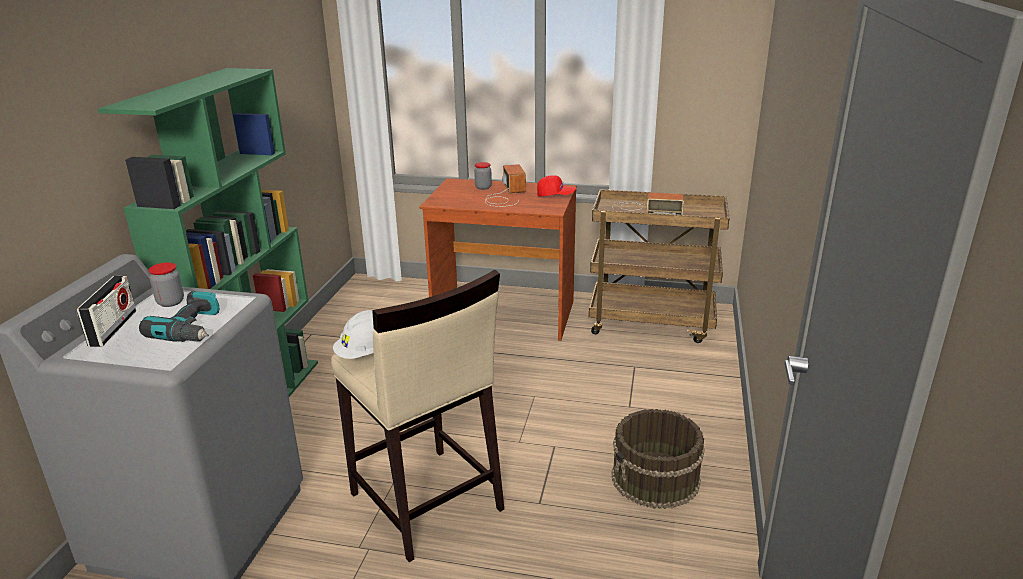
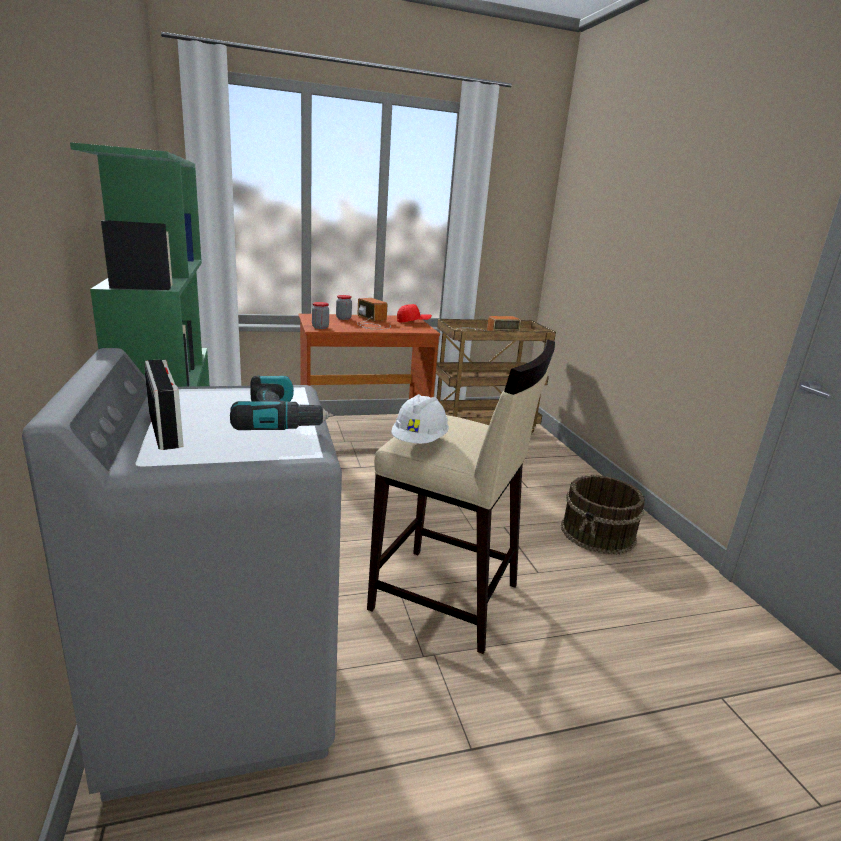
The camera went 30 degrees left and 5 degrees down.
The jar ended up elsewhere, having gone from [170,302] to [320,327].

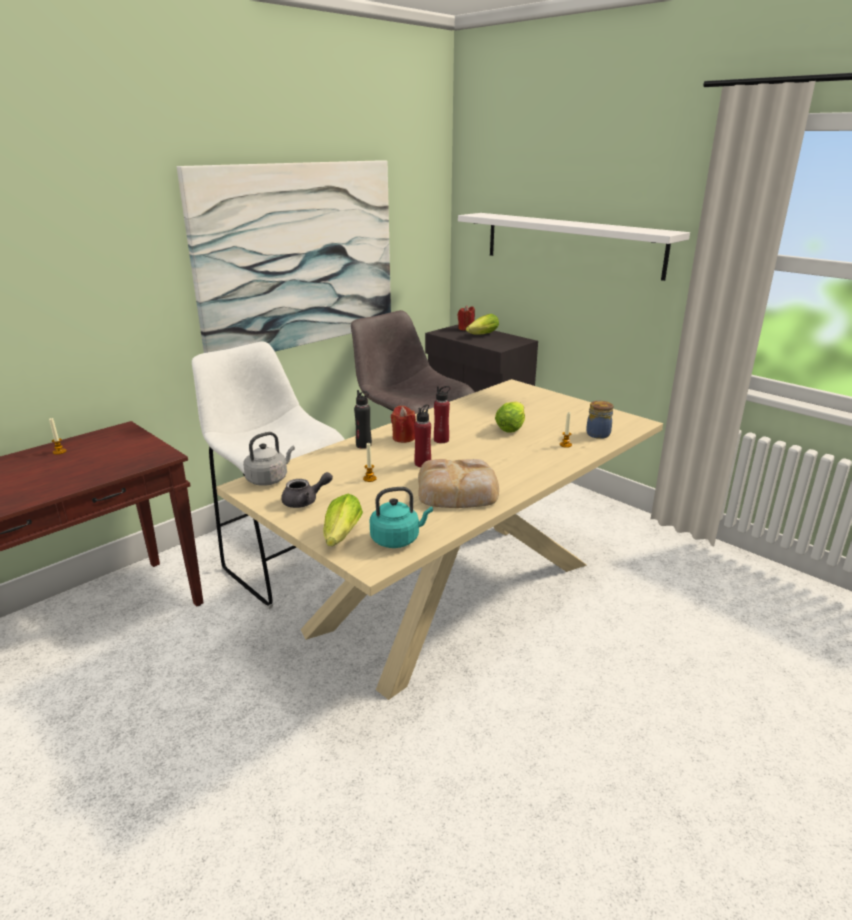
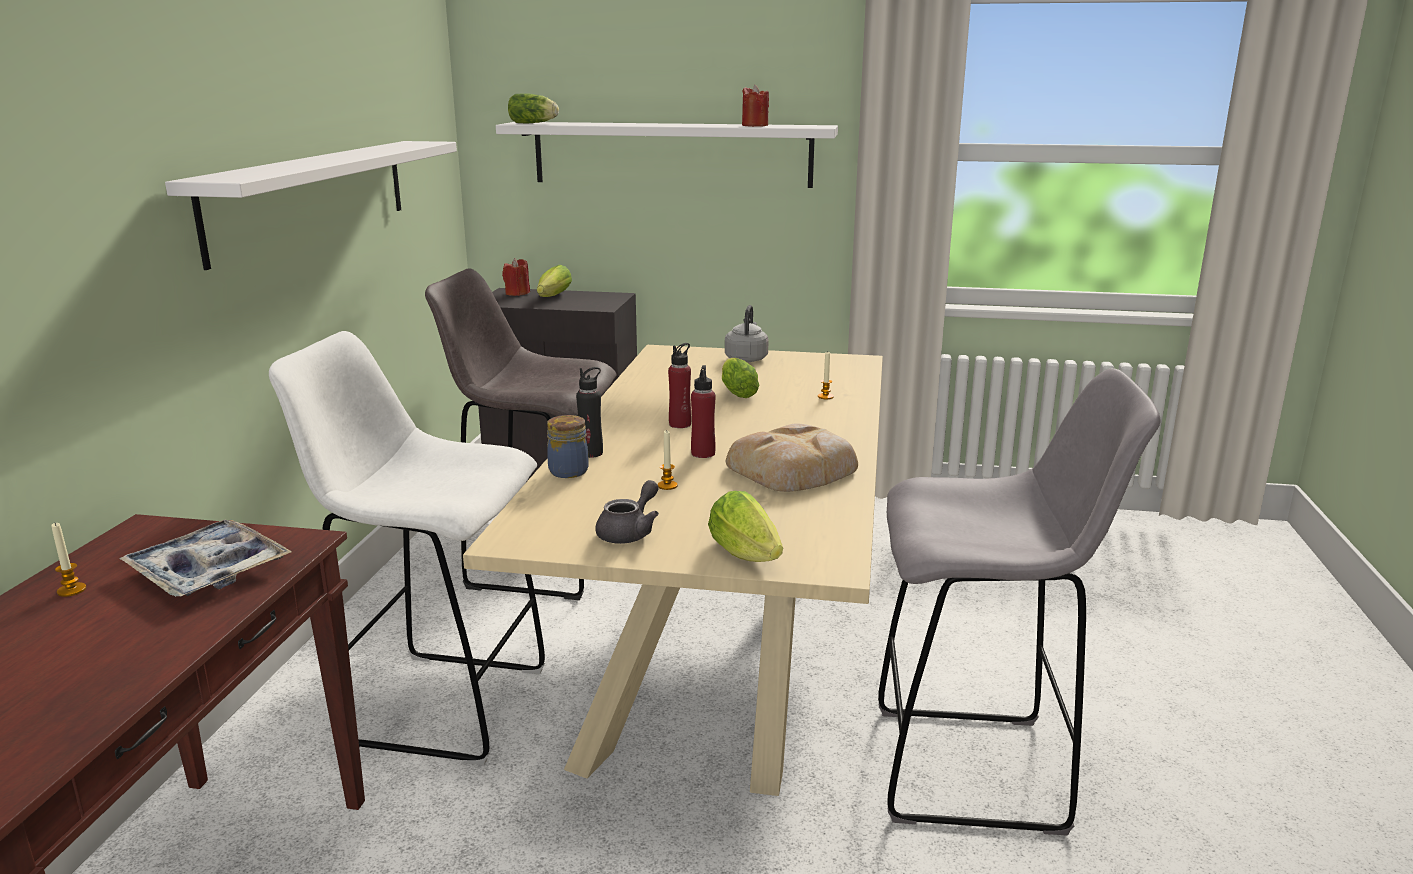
The camera went 35 degrees left and 5 degrees down.
The second view gained the tray at [209,571].
Where the picture hung at [299,257], the shelf/white came to hang at [312,196].
The second view gained the lettuce at [534,123].
The jar ended up elsewhere, having gone from [597,434] to [567,471].
The kettle/grey ended up elsewhere, having gone from [269,479] to [746,358].
The candle/red ended up elsewhere, having gone from [403,438] to [755,125].
The second view gained the stool/grey at [975,769].
The second view lost the kettle/turquoise at [397,539].

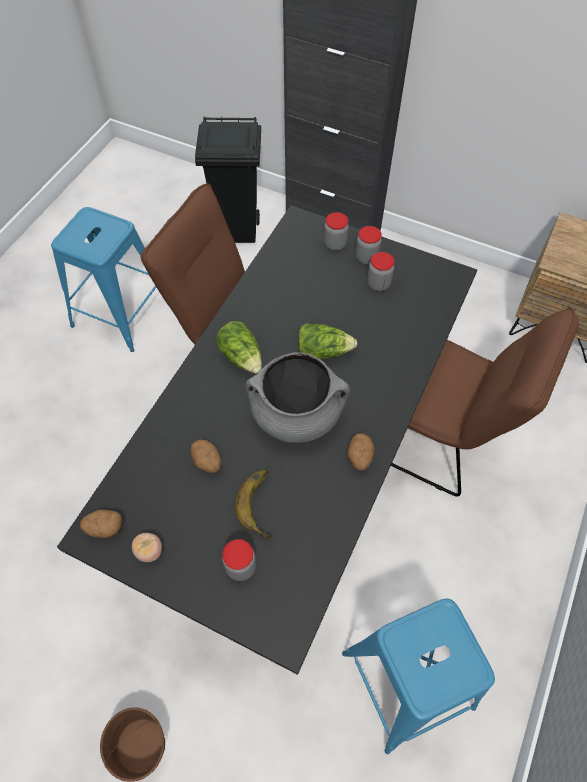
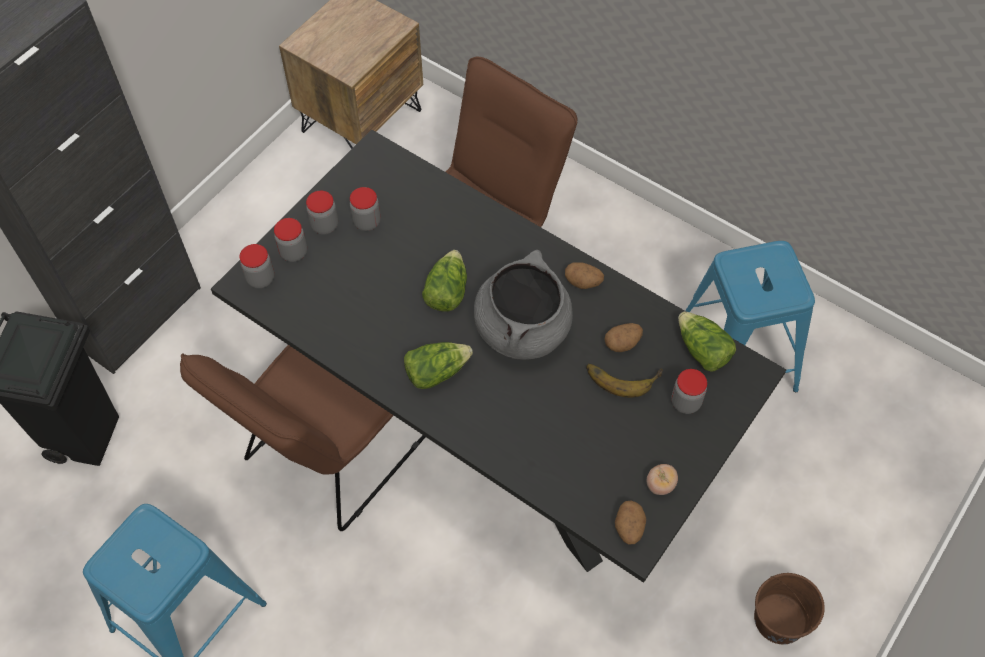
The camera went 80 degrees left and 0 degrees up.
The second view gained the jar at [260,278].
The potato ended up elsewhere, having gone from [207,462] to [622,343].
The second view gained the lettuce at [702,350].

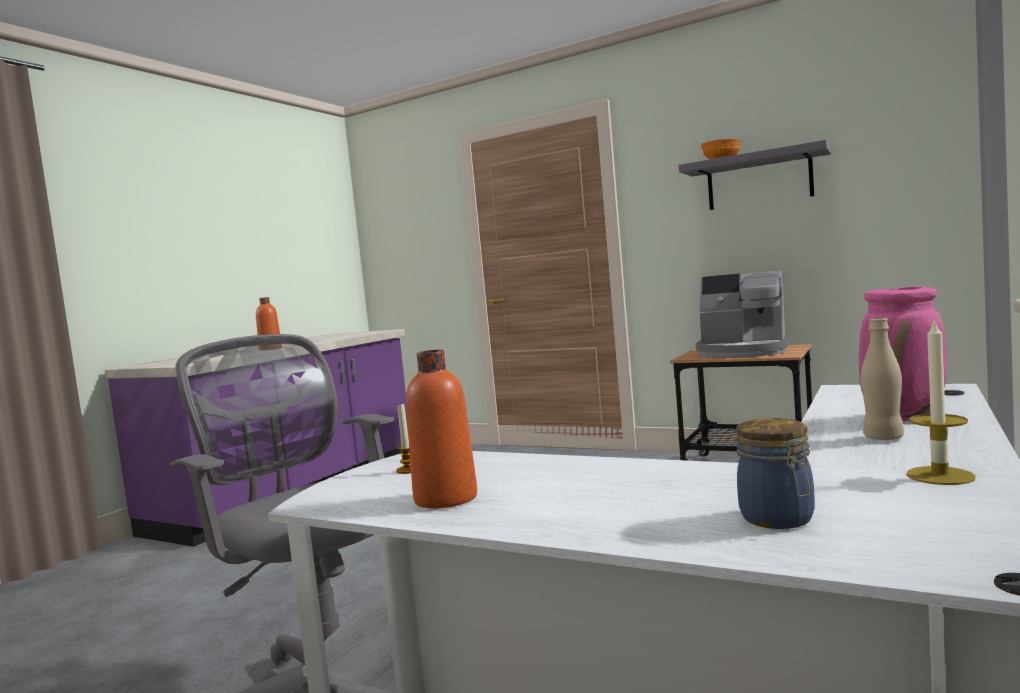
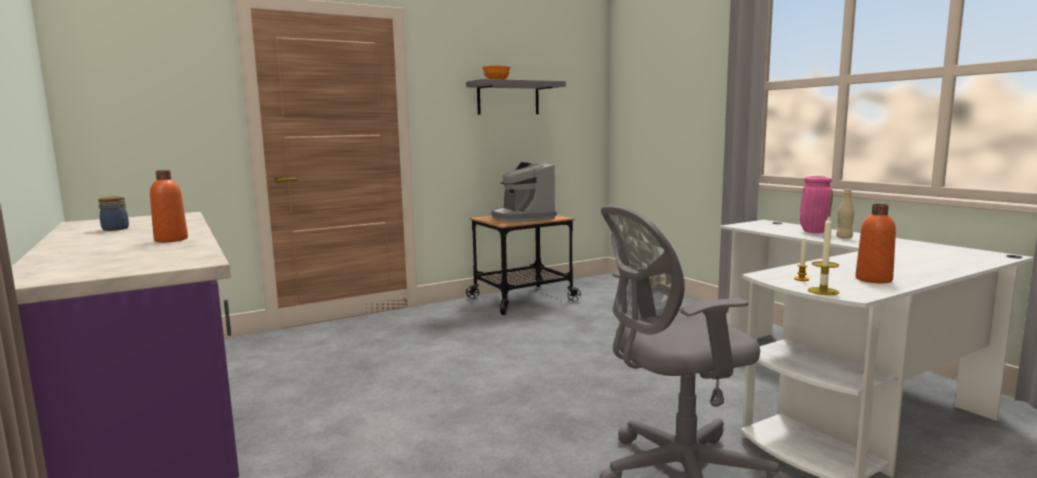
The camera went 60 degrees left and 5 degrees up.
The jar ended up elsewhere, having gone from [779,519] to [116,229].
The coffee machine at [743,351] ended up facing another way, 105 degrees clockwise from before.
The candle ended up elsewhere, having gone from [940,476] to [823,291].

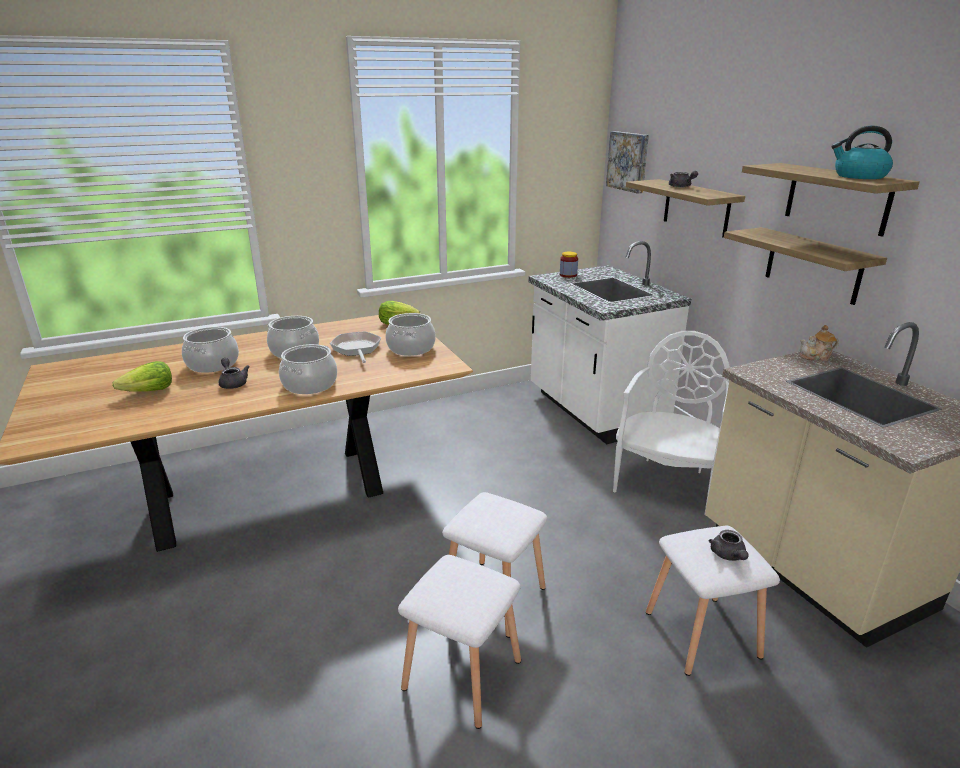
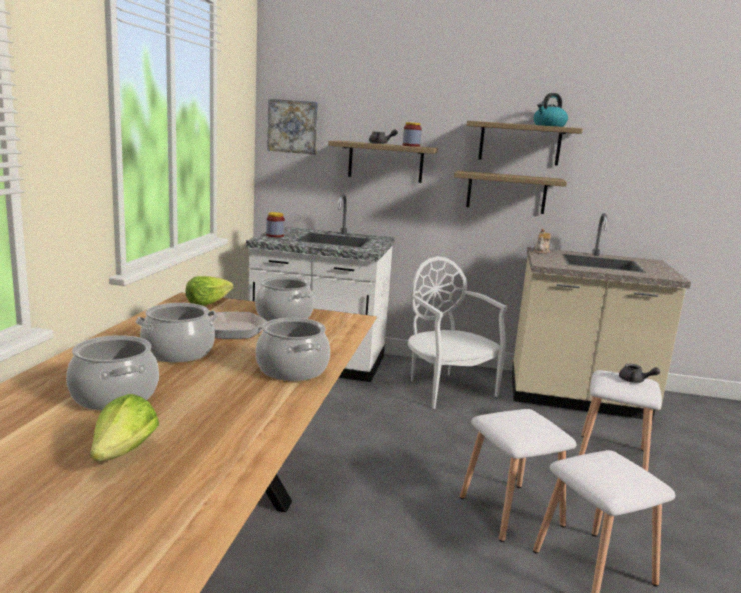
The camera went 55 degrees left and 10 degrees down.
The second view gained the jar at [411,146].
The second view lost the teapot/grey at [233,383].

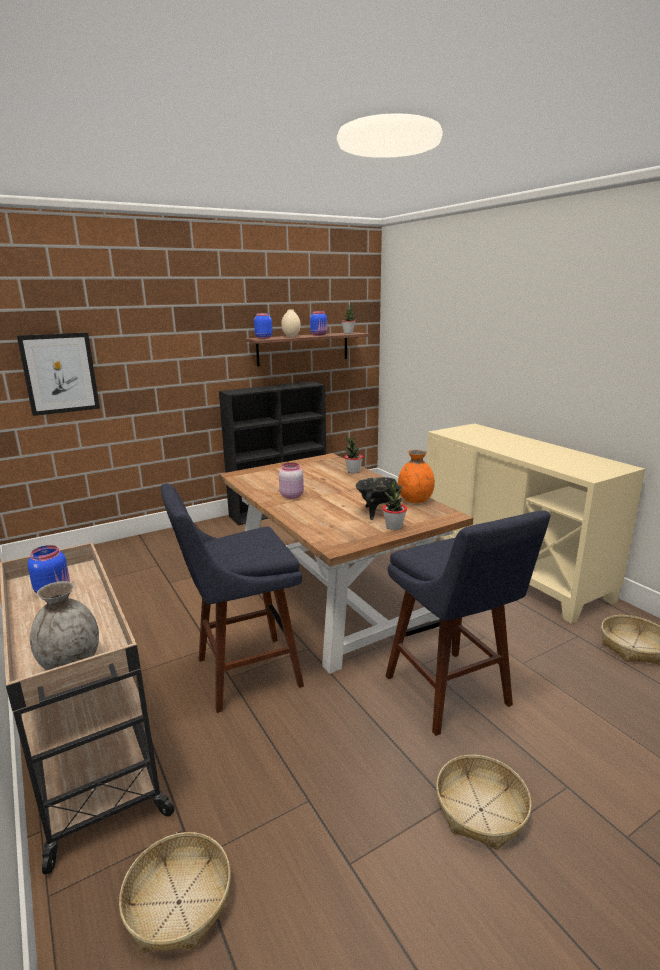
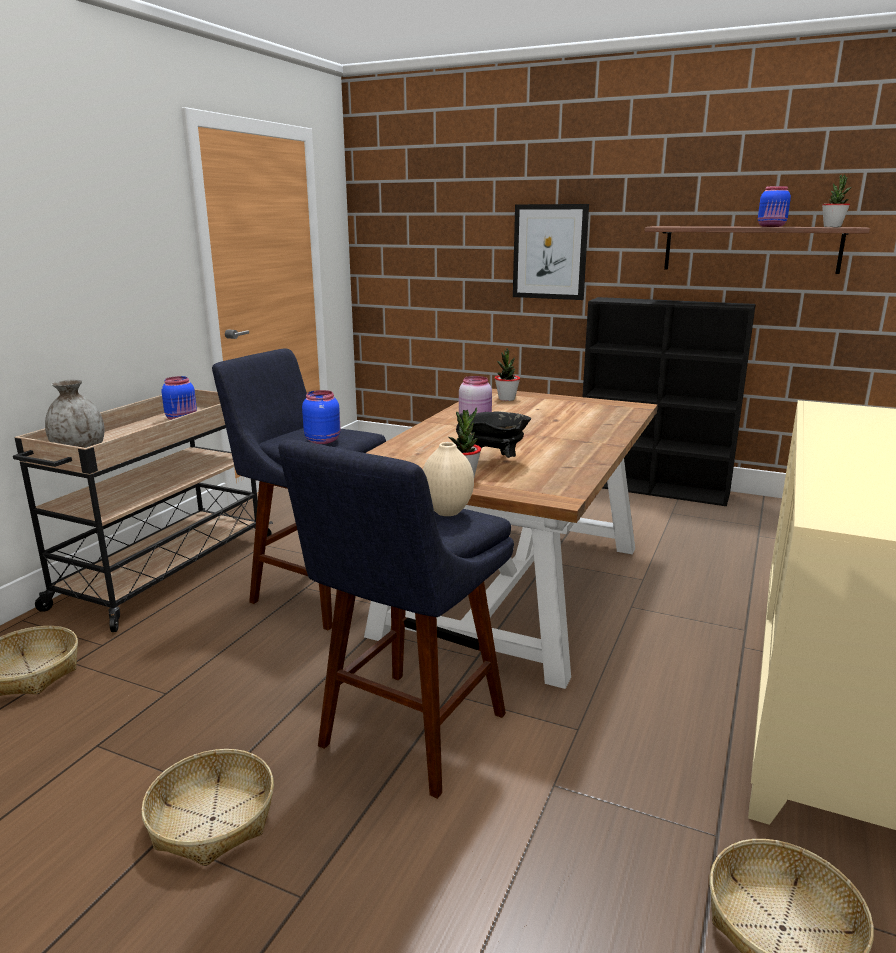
The camera went 55 degrees right and 0 degrees up.
The jar/blue ended up elsewhere, having gone from [263,338] to [323,440].
The vase/beige ended up elsewhere, having gone from [291,336] to [447,512].
The potted plant ended up elsewhere, having gone from [353,471] to [506,399].
The picture ended up elsewhere, having gone from [60,373] to [550,252].
The second view lost the vase/orange at [415,500].

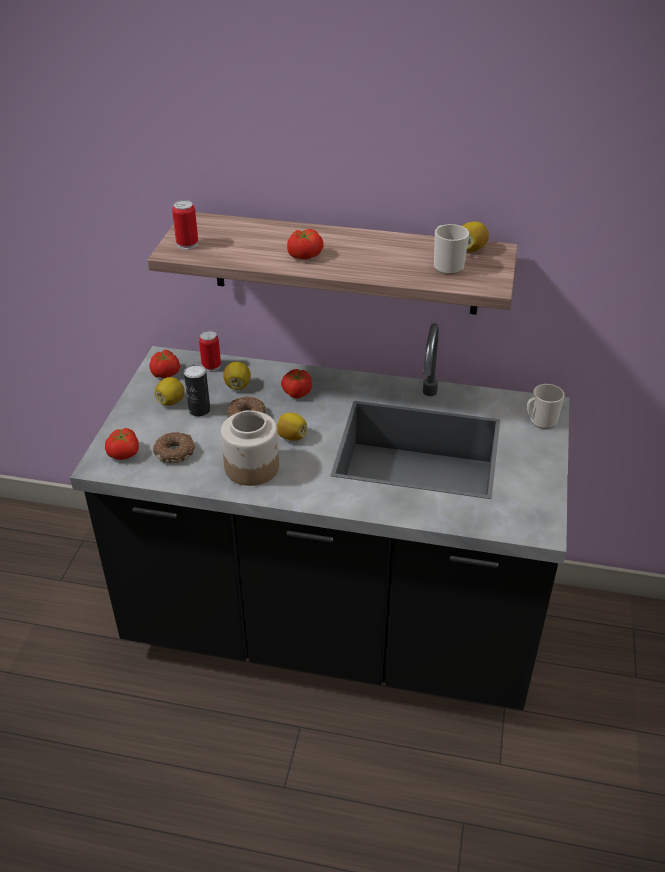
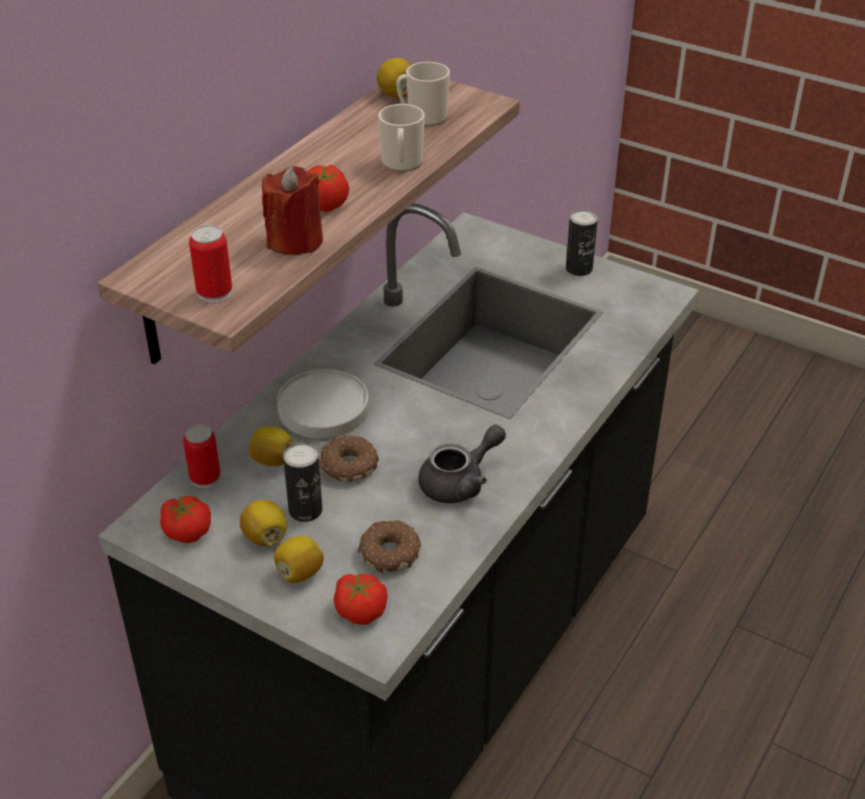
The camera went 70 degrees left and 0 degrees up.
The second view gained the candle/red at [295,241].
The lemon ended up elsewhere, having gone from [292,437] to [299,573].
Where the tomato stood at [296,392], the plate/white came to stand at [324,408].
The mug ended up elsewhere, having gone from [540,421] to [401,164].
Where the jar stood at [252,467], the teapot/grey came to stand at [460,482].
The second view gained the can at [579,269].

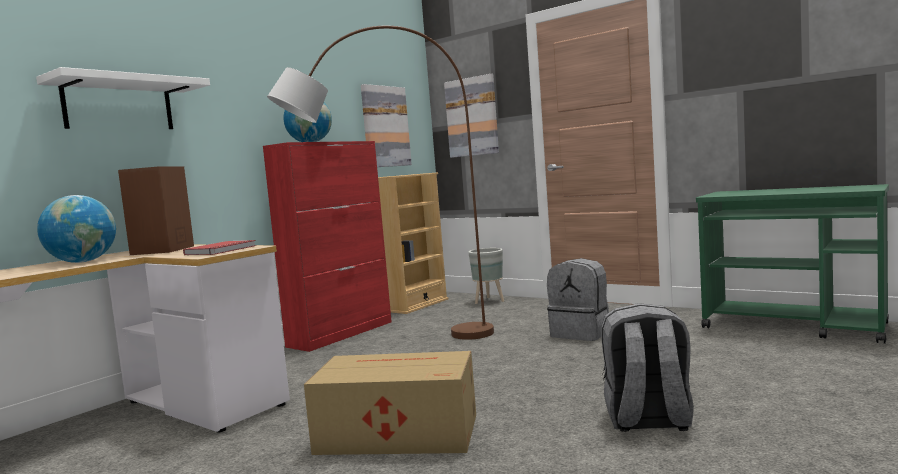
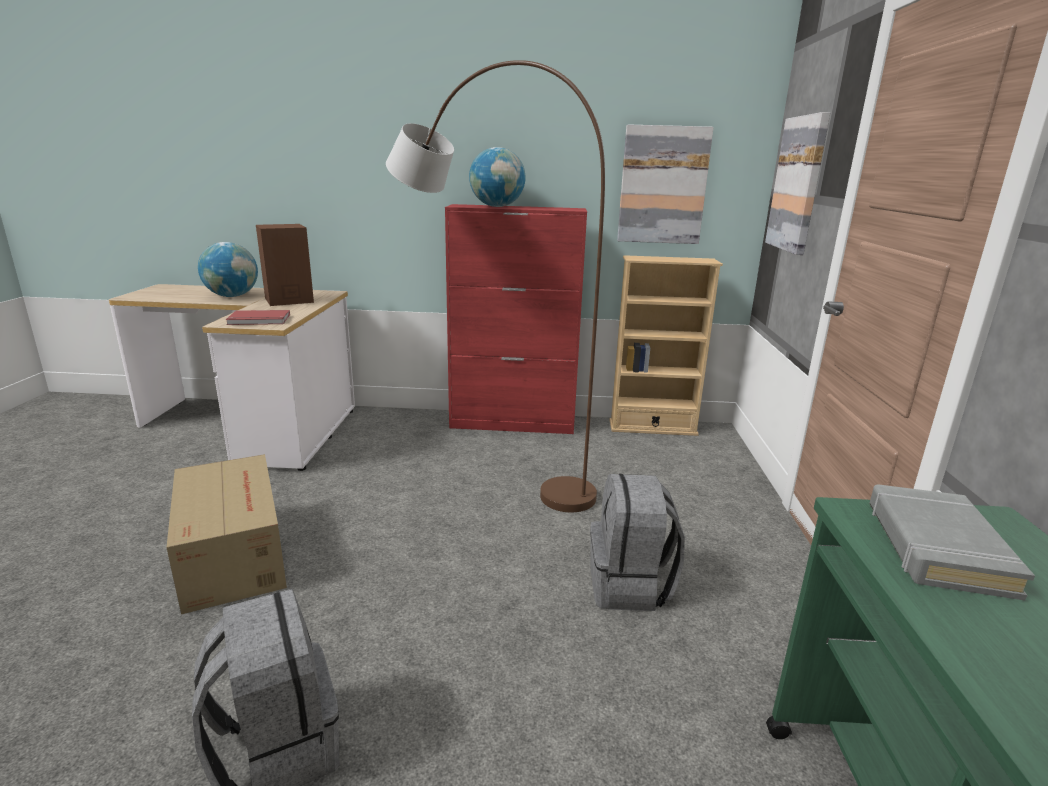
The camera went 55 degrees right and 15 degrees up.
The second view gained the book/grey at [936,547].
The second view lost the shelf/white at [118,105].
The second view lost the planter/grey at [489,301].

